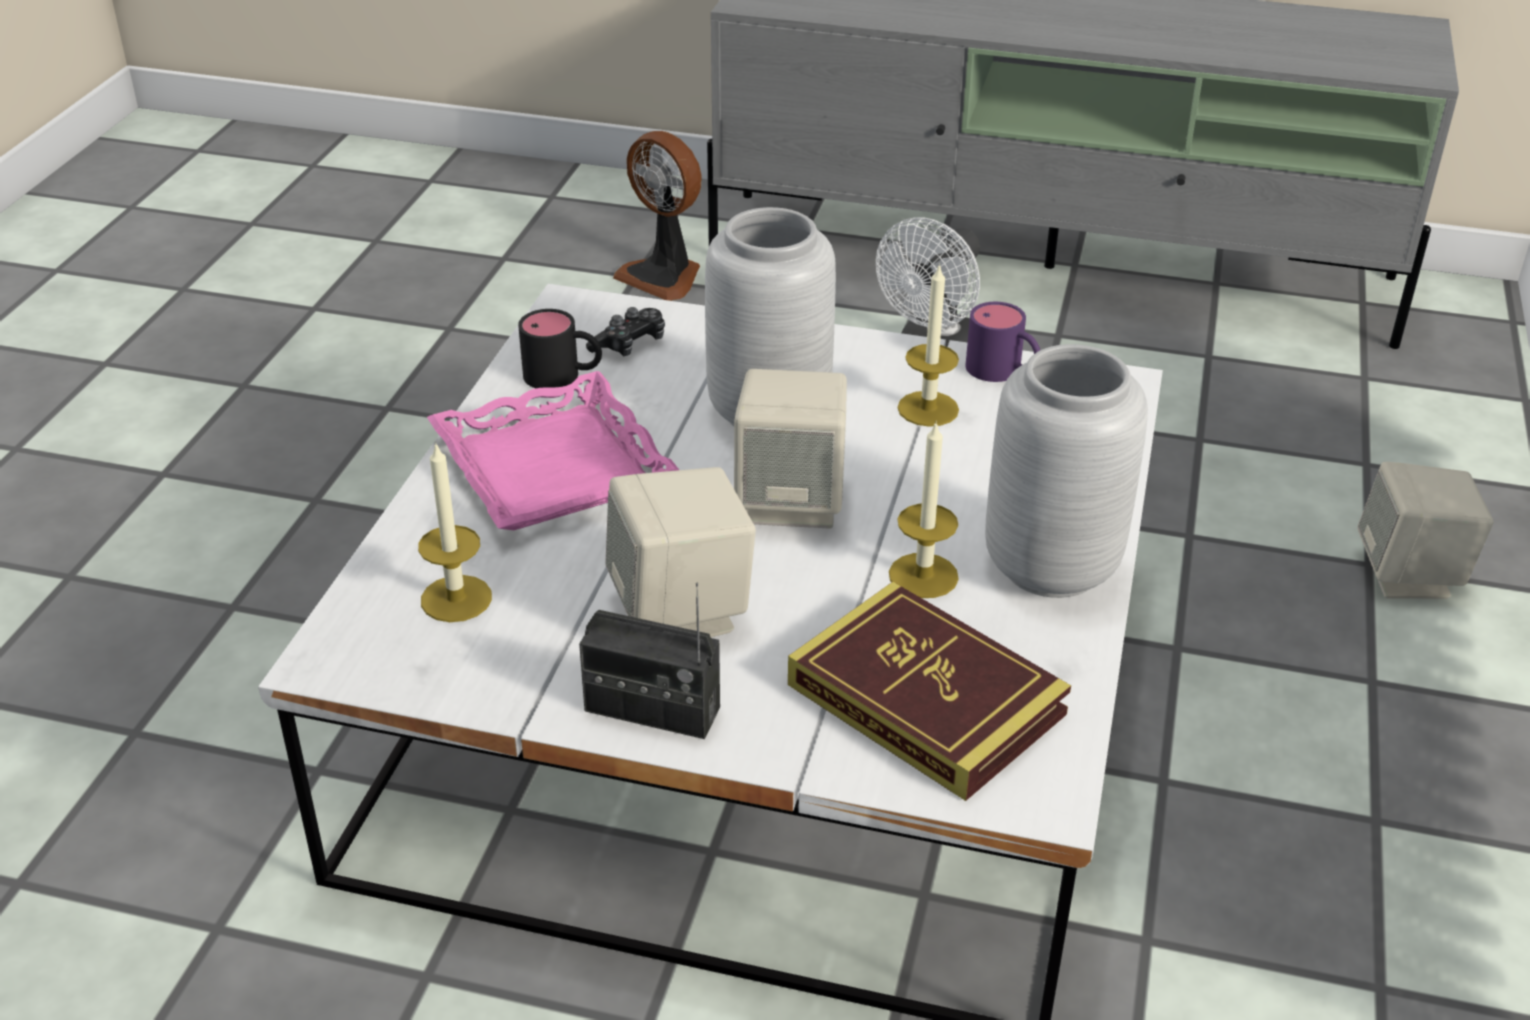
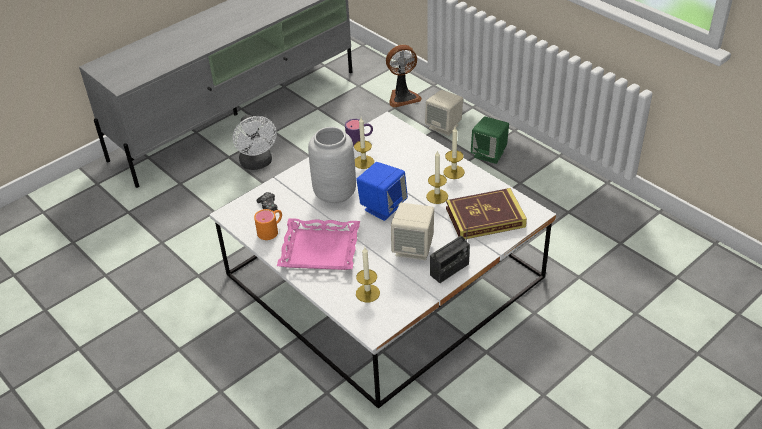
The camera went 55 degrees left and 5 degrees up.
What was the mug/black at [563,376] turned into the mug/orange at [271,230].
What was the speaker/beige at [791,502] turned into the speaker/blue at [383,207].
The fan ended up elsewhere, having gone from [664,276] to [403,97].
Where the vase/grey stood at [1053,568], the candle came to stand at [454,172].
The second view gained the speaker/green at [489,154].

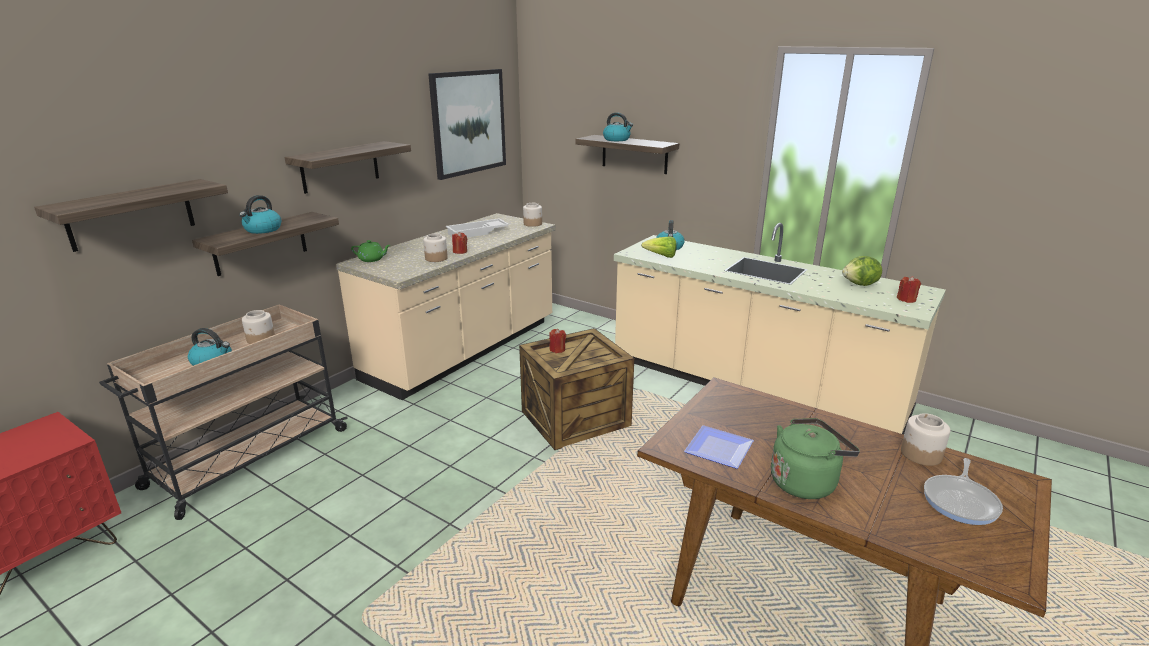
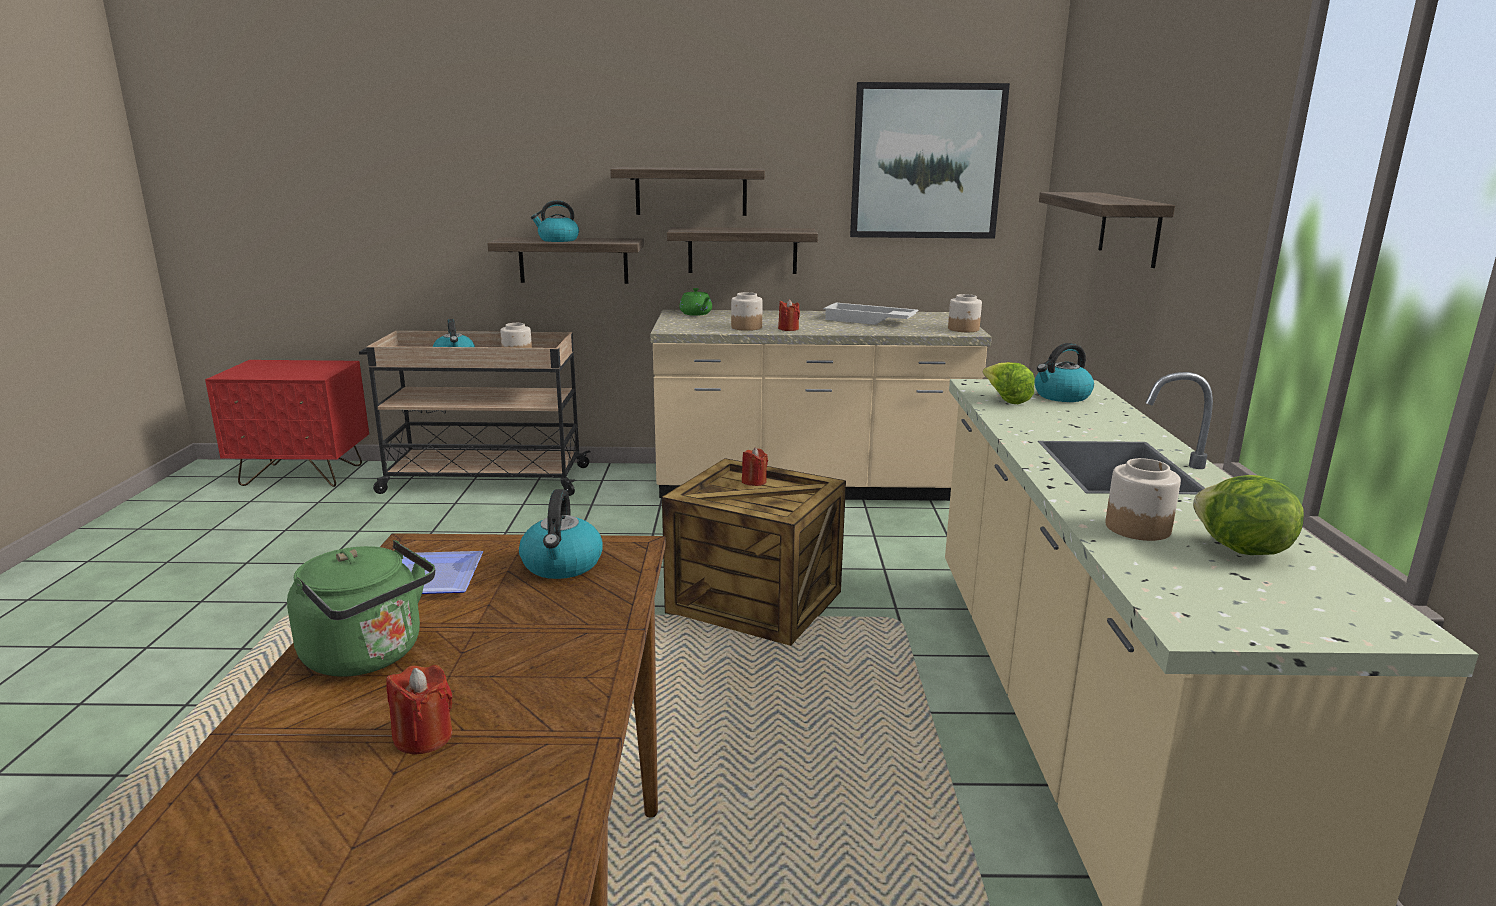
The camera went 55 degrees right and 5 degrees down.
The candle/red ended up elsewhere, having gone from [906,299] to [423,737].
The kettle ended up elsewhere, having gone from [617,139] to [562,565].
The shelf ended up elsewhere, having gone from [131,214] to [742,250].
The jar ended up elsewhere, having gone from [920,454] to [1138,528].
The second view lost the frying pan at [961,501].

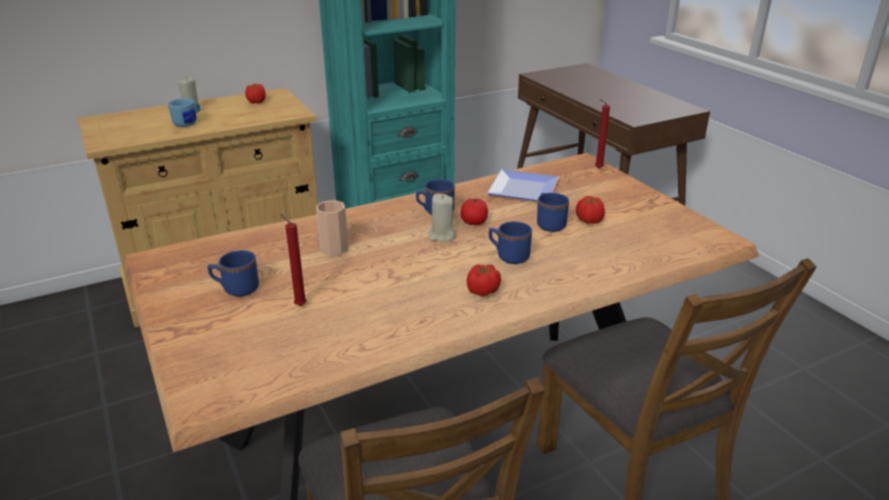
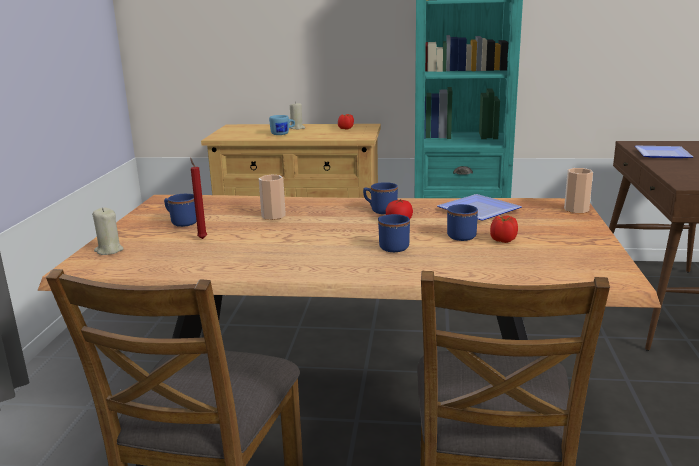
The camera went 35 degrees right and 10 degrees down.
The candle/beige ended up elsewhere, having gone from [442,236] to [109,250].
Where the candle/red stood at [597,168], the cup came to stand at [576,209].
The second view gained the plate at [660,154].
The second view lost the tomato at [482,291].

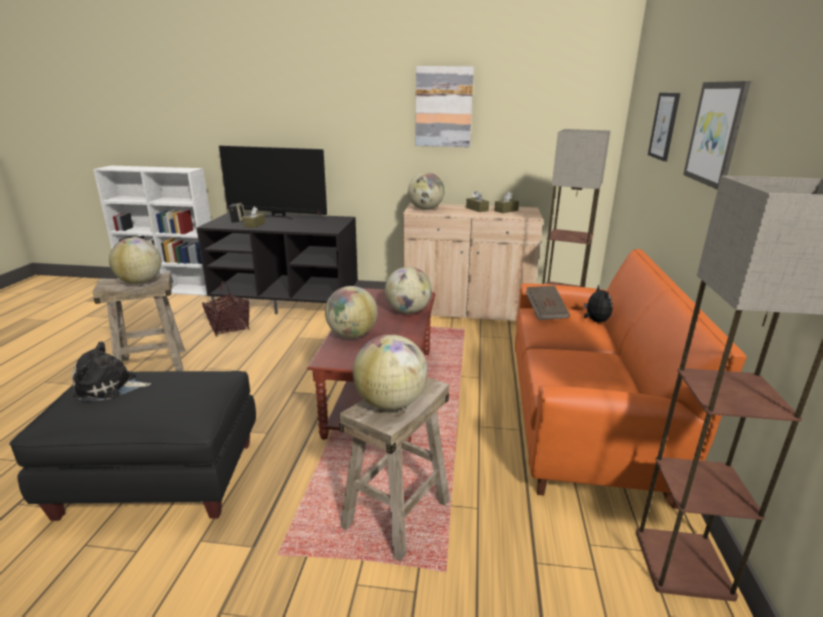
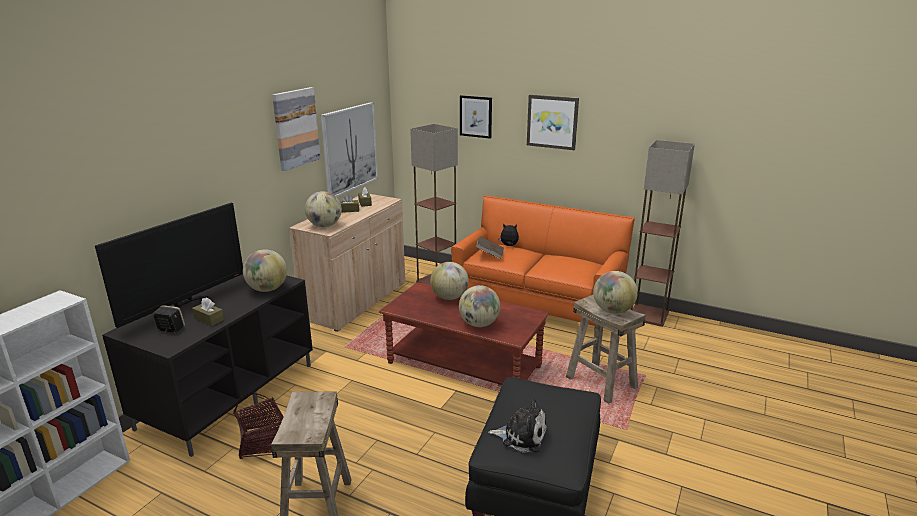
The camera went 70 degrees left and 0 degrees up.
The globe ended up elsewhere, having gone from [140,282] to [267,289].
The second view gained the picture at [349,149].
The plush toy at [110,387] ended up facing another way, 90 degrees counterclockwise from before.

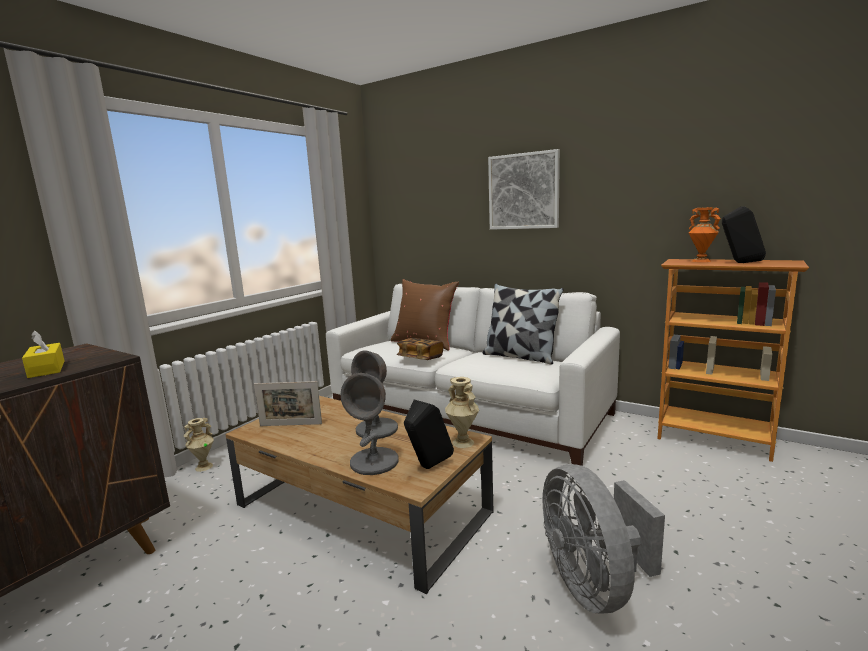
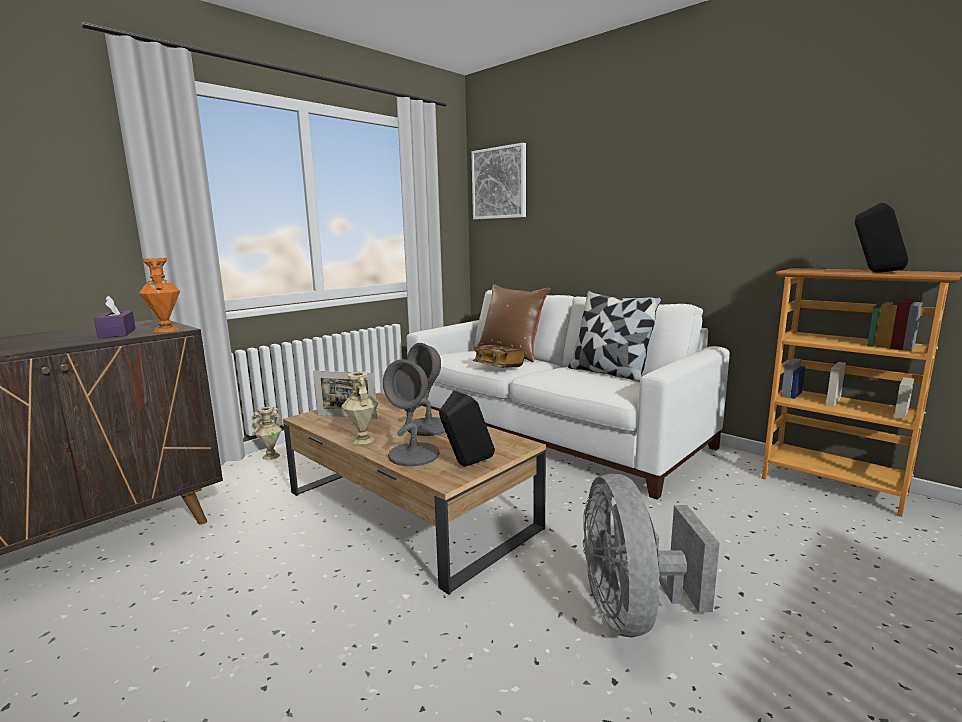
The camera went 10 degrees right and 0 degrees up.
What was the tissue box/yellow at [46,369] turned into the tissue box/purple at [117,333].
The vase/orange ended up elsewhere, having gone from [700,261] to [165,330].
The vase/beige ended up elsewhere, having gone from [462,442] to [362,440].
The picture ended up elsewhere, having gone from [523,191] to [499,183].

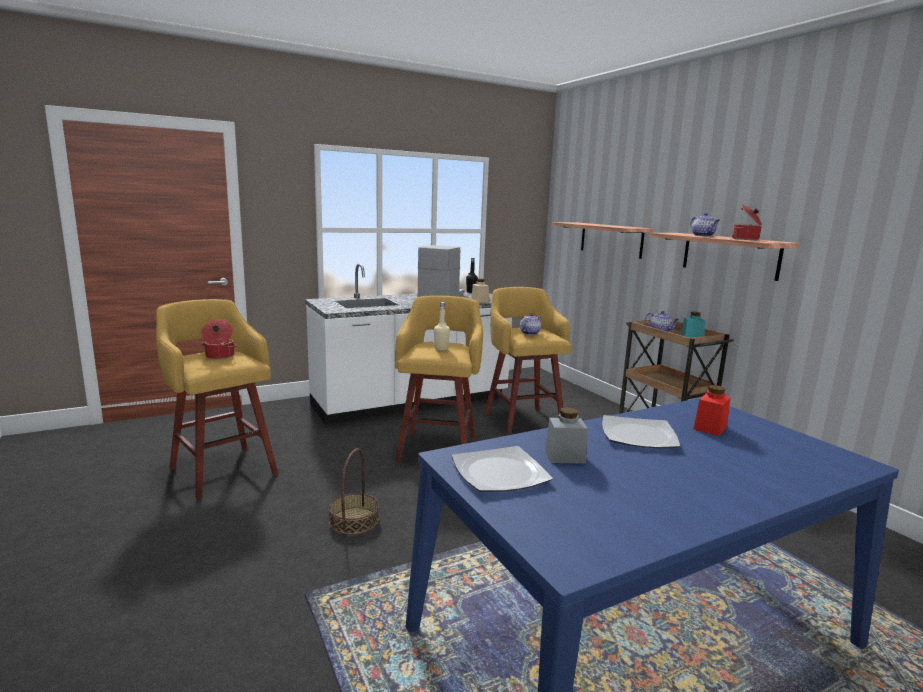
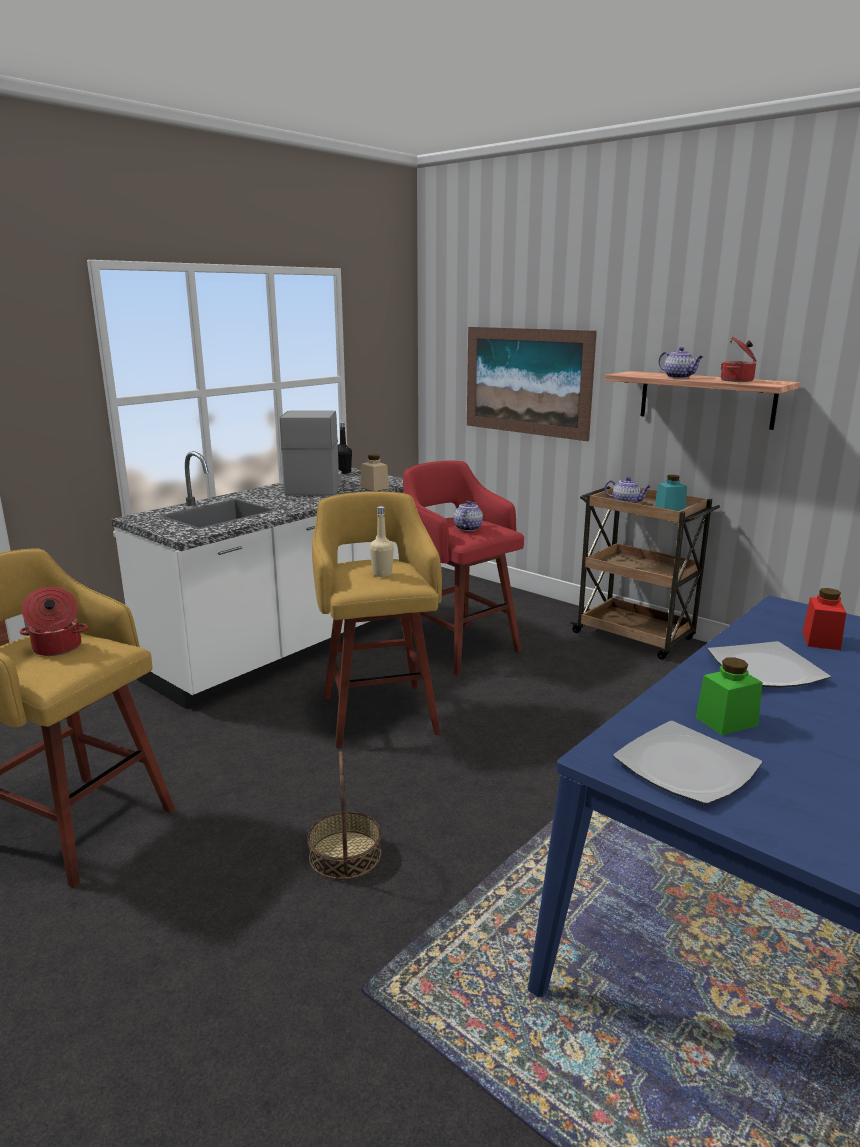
The camera went 20 degrees left and 5 degrees up.
What was the stool/yellow at [522,421] turned into the stool/red at [458,647].
Where the shelf hung at [611,239], the picture came to hang at [527,381].
What was the jar/grey at [565,456] turned into the jar/green at [726,721].

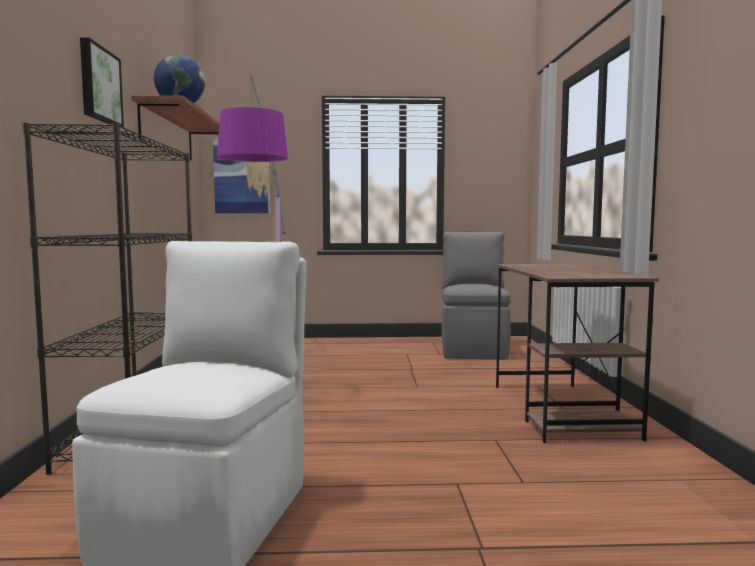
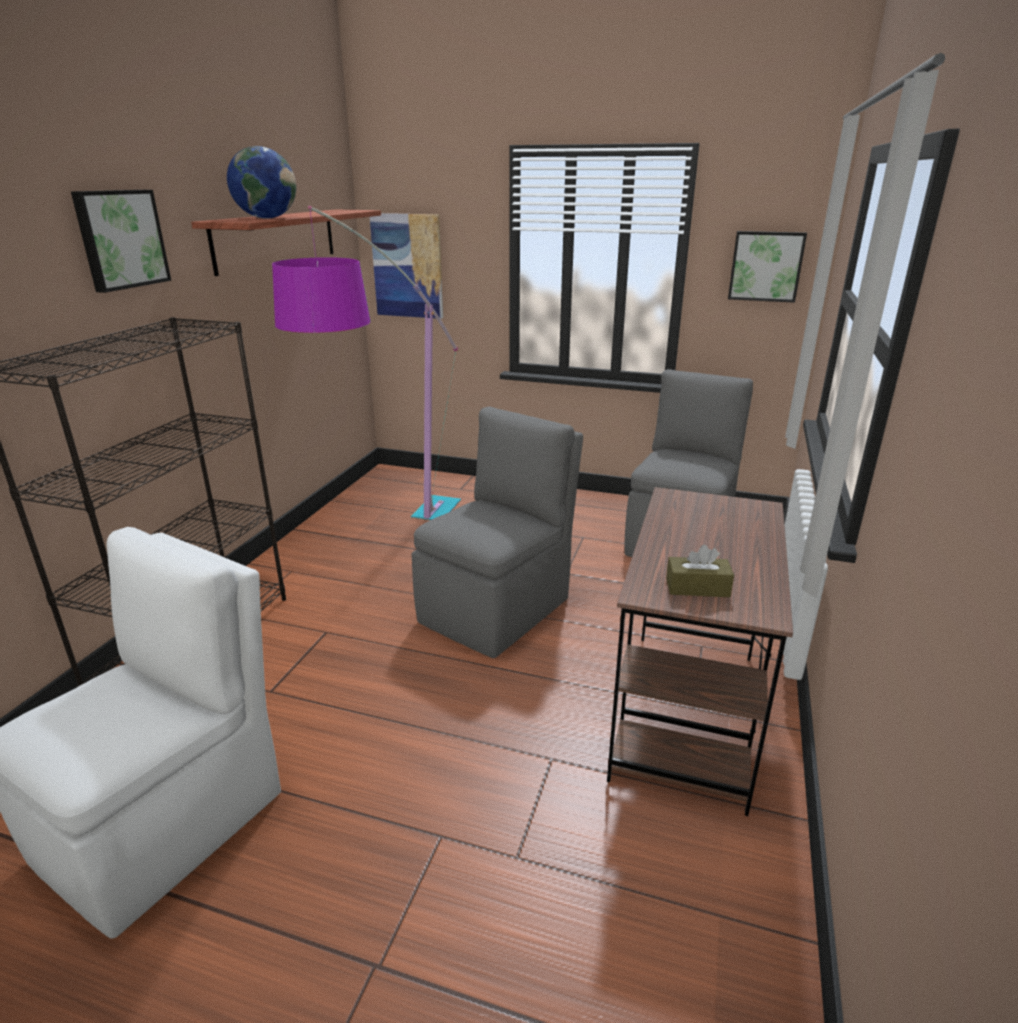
The camera went 20 degrees right and 20 degrees up.
The second view gained the chair/grey at [498,609].
The second view gained the tissue box/brown at [697,587].
The second view gained the picture at [766,266].

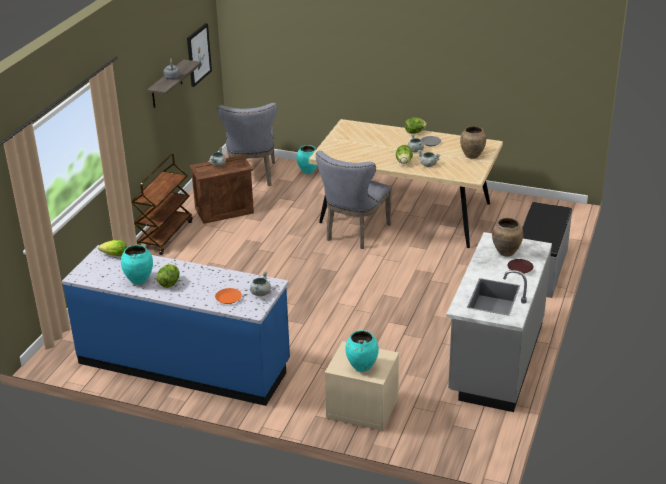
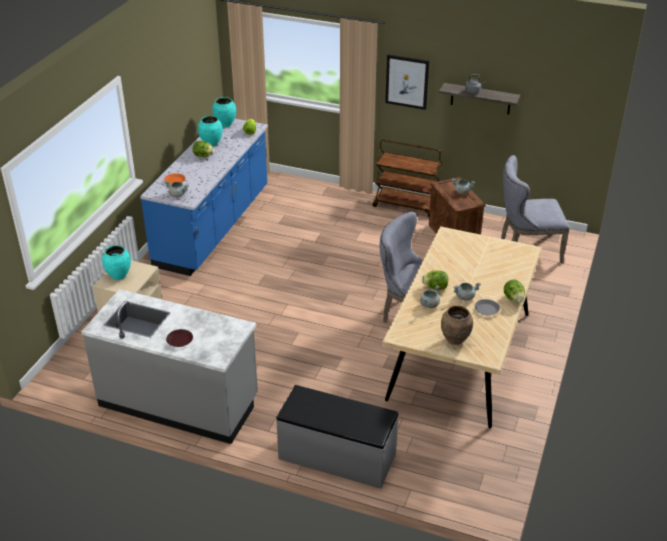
The camera went 90 degrees right and 5 degrees up.
The vase/turquoise ended up elsewhere, having gone from [308,171] to [225,124].
The picture ended up elsewhere, having gone from [198,54] to [407,81].
The second view lost the vase/brown at [506,252].

